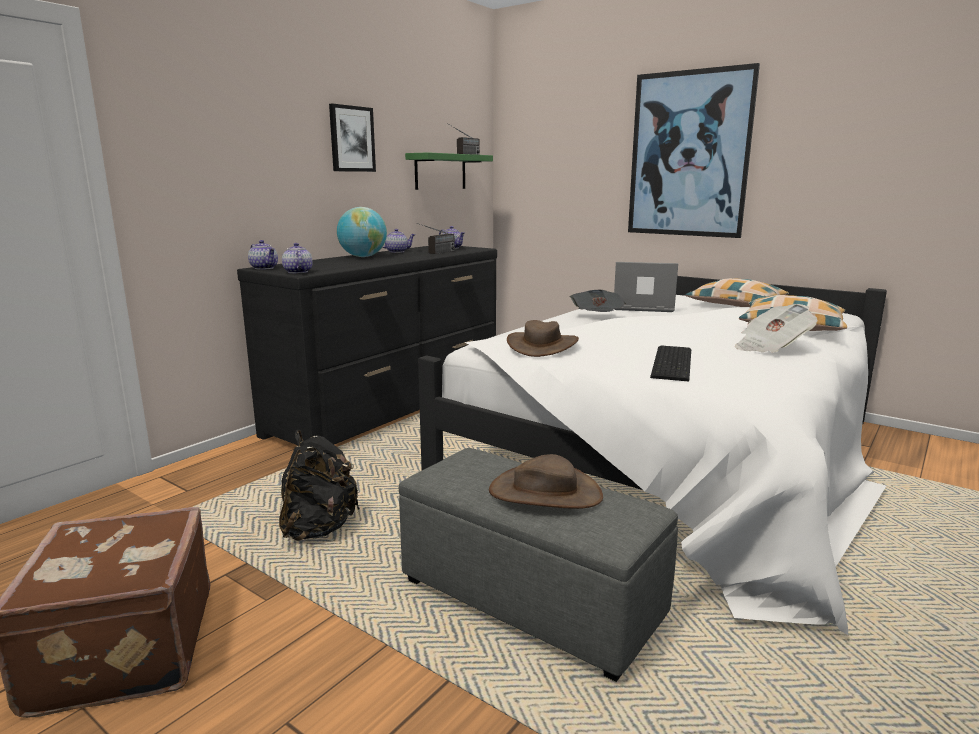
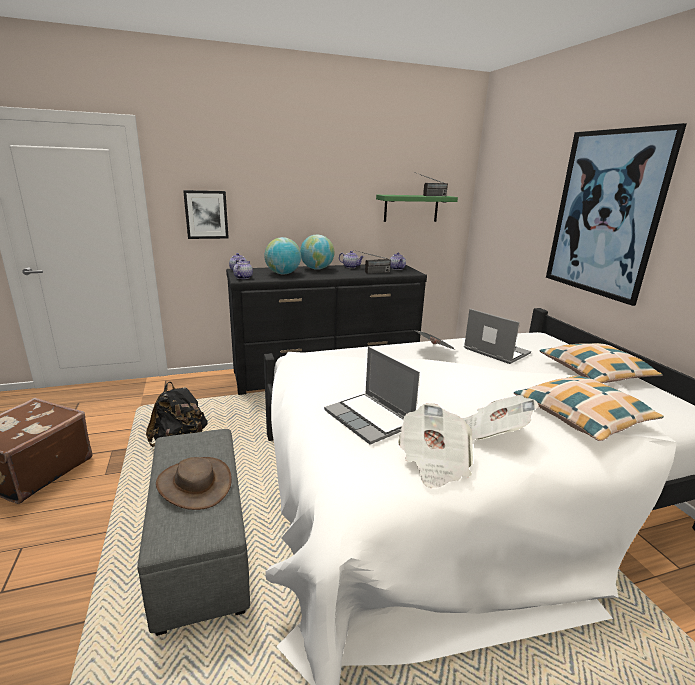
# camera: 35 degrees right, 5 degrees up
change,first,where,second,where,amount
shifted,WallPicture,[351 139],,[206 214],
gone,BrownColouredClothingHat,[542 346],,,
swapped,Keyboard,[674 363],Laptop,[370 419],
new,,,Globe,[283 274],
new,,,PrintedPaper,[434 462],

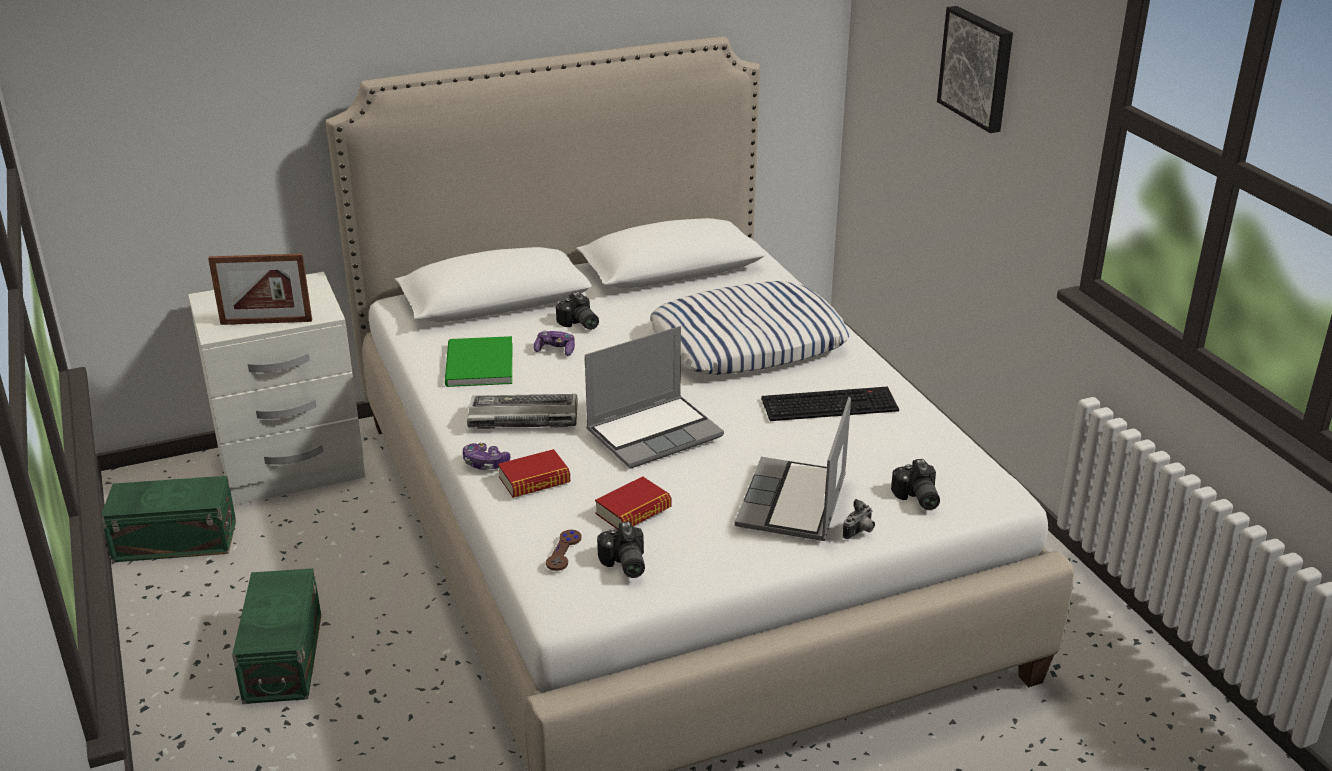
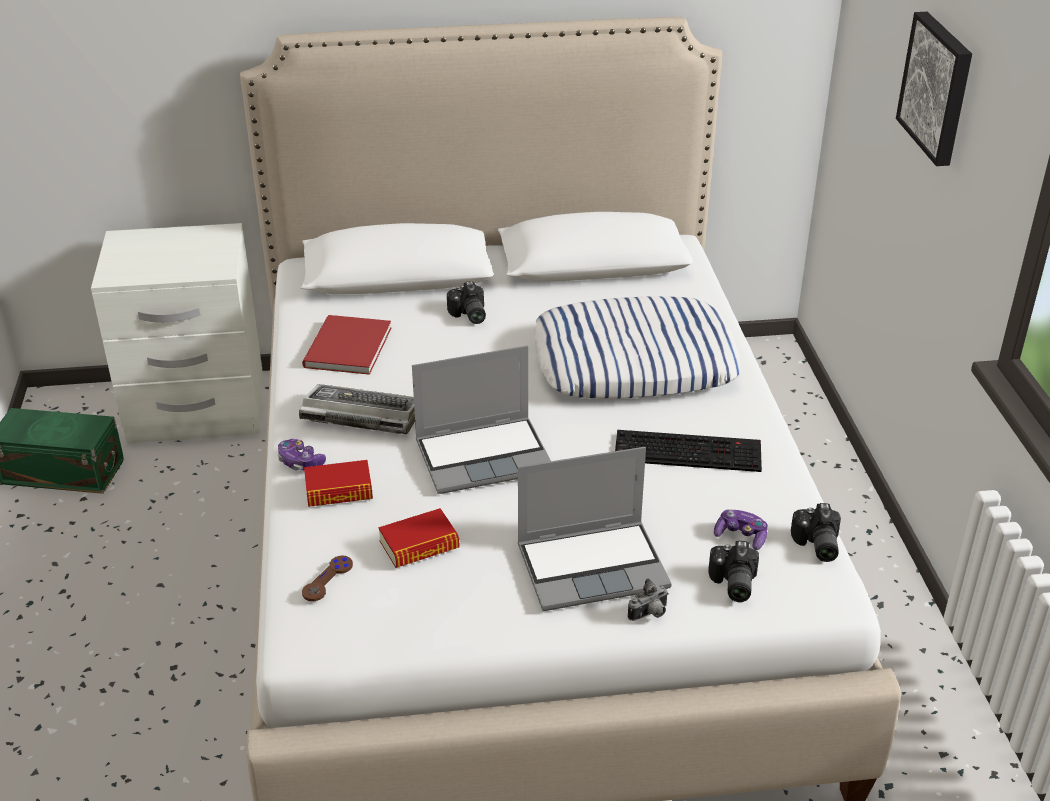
# camera: 15 degrees right, 5 degrees up
change,first,where,second,where,amount
gone,StandingFrame,[266 322],,,
shifted,GameController,[555 350],,[741 536],
repainted,GreenColouredBook,[477 366],RedColouredBook,[345 348],
rotated,Laptop,[793 503],,[593 566],135 degrees counterclockwise
shifted,StillCamera,[623 564],,[815 545],
gone,GreenColouredStorageContainer,[281 659],,,

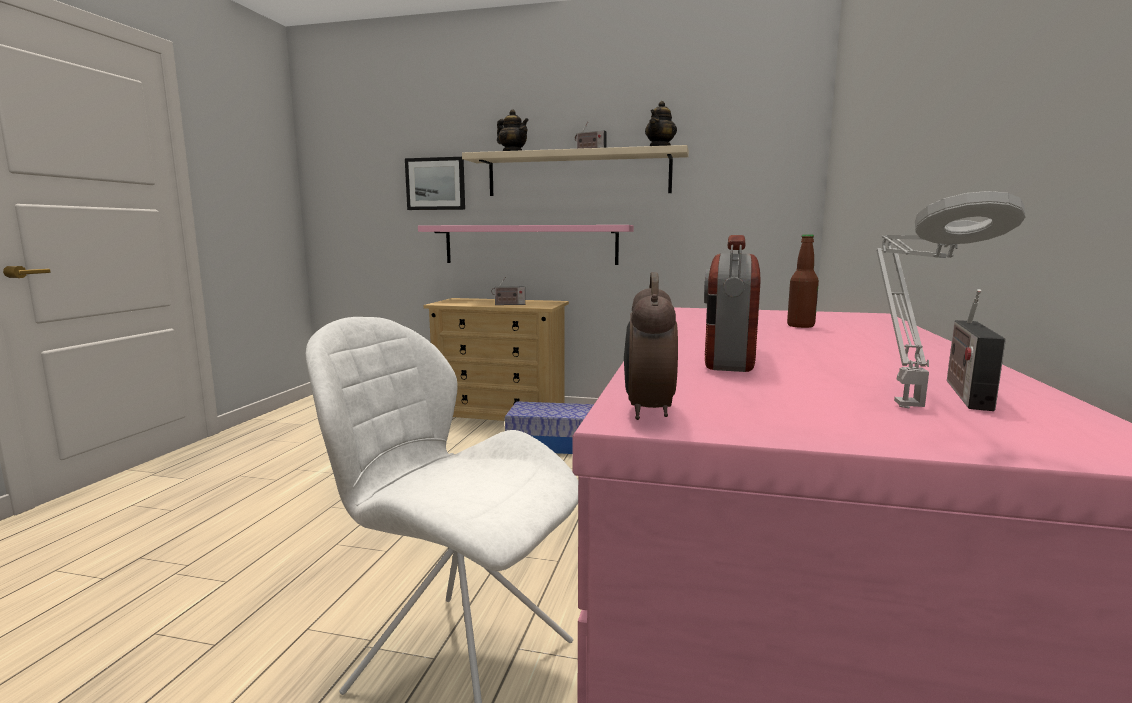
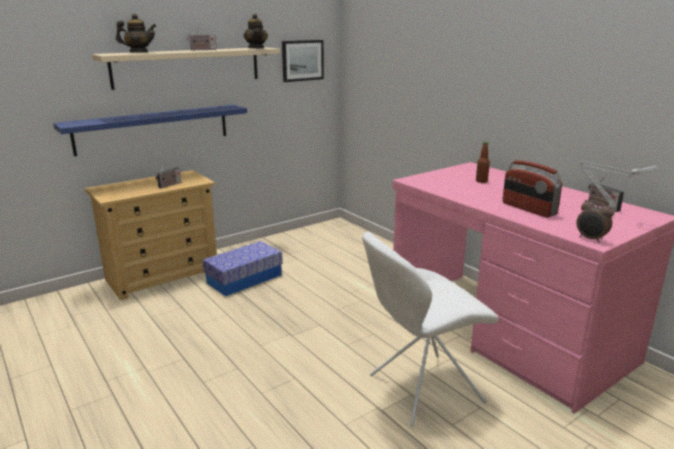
# camera: 50 degrees left, 10 degrees up
change,first,where,second,where,amount
shifted,WallPicture,[435 184],,[302 60],
repainted,PinkishShelf,[529 244],BluishShelf,[153 129],

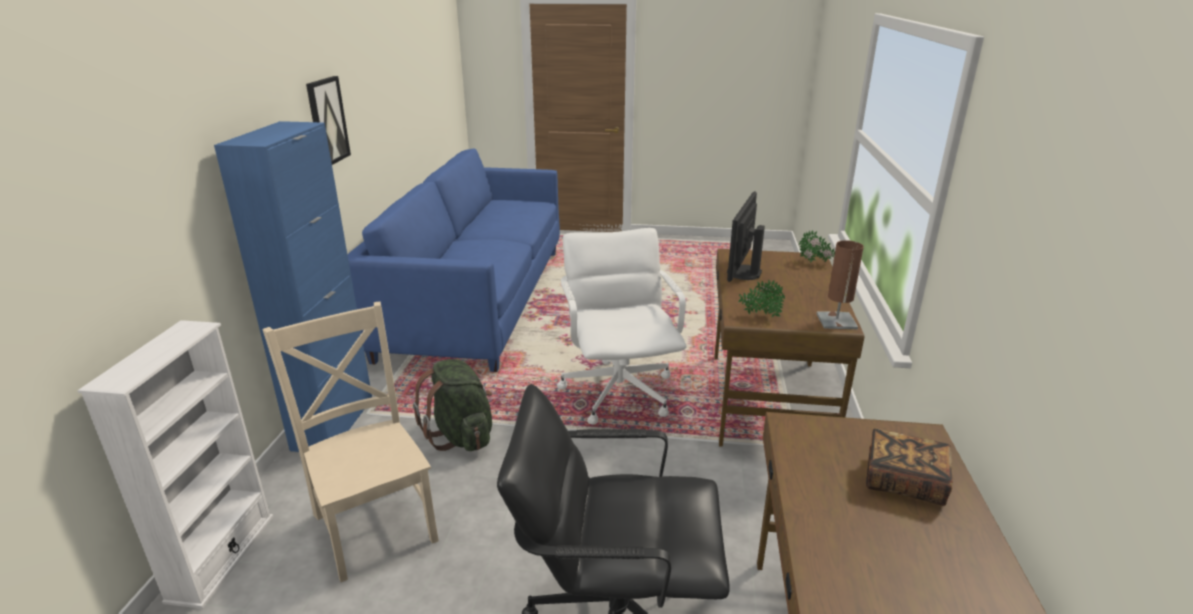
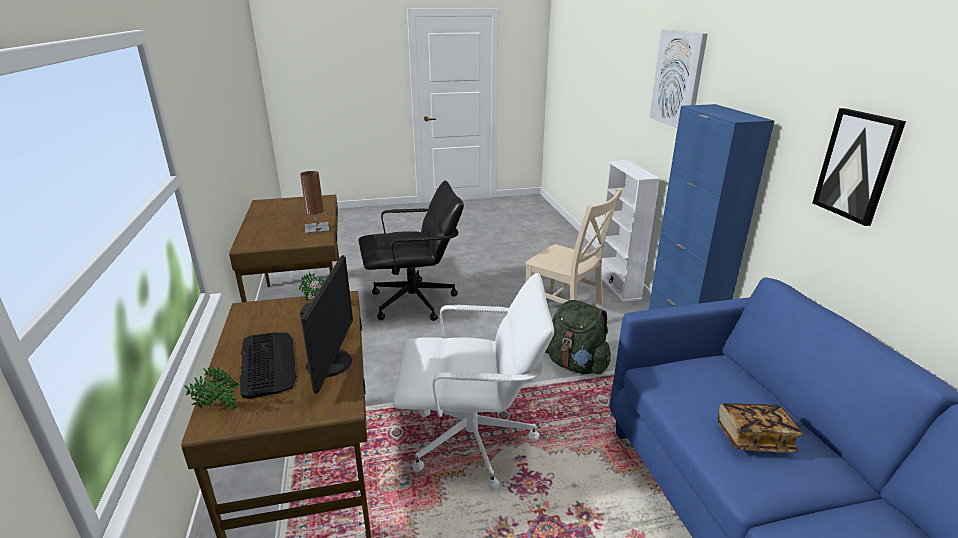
# camera: 160 degrees right, 0 degrees up
change,first,where,second,where,amount
rotated,WhiteDeskChair,[619 392],,[473 442],60 degrees counterclockwise
shifted,BrownColouredLampForATable,[836 321],,[317 228],
shifted,Book,[904 482],,[754 438],
new,,,WallPicture,[678 79],
new,,,Keyboard,[267 363],

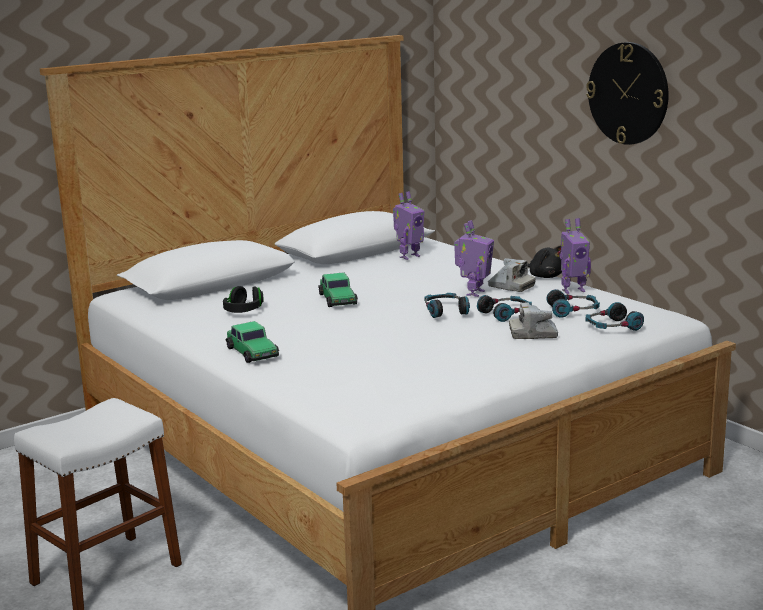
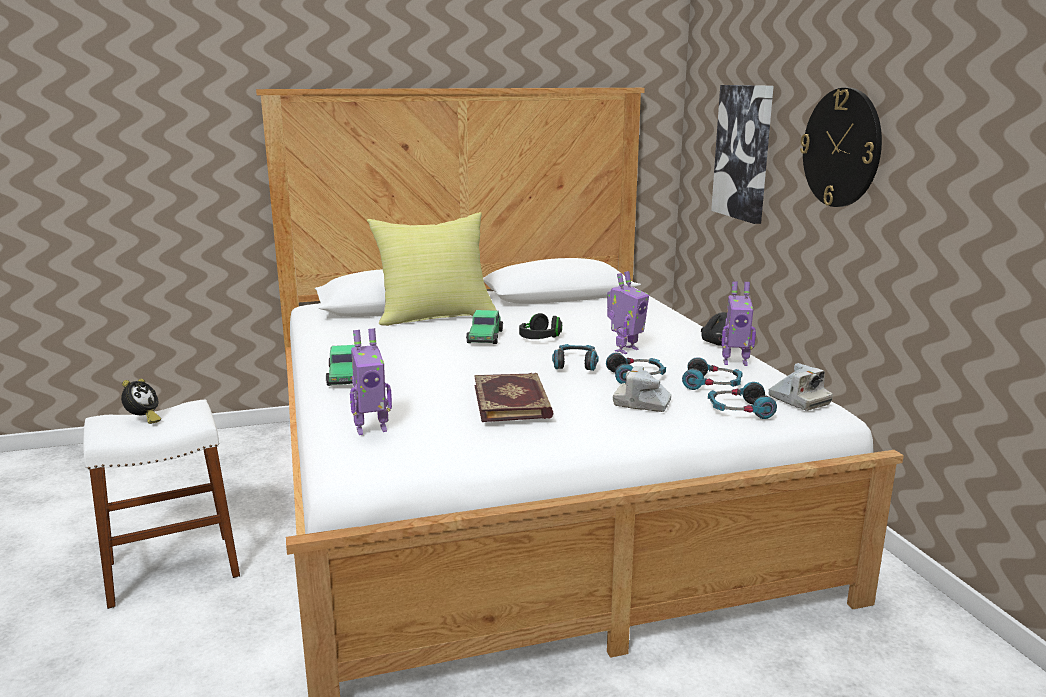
# camera: 20 degrees right, 0 degrees up
change,first,where,second,where,amount
shifted,RobotFigure,[409 256],,[371 429],
shifted,StillCamera,[511 286],,[798 400],
shifted,BlackPairOfHeadphones,[243 311],,[540 338],
new,,,WallPicture,[744 152],
new,,,YellowishThrowPillow,[435 316],
new,,,Book,[513 401],
new,,,AlarmClock,[143 420],

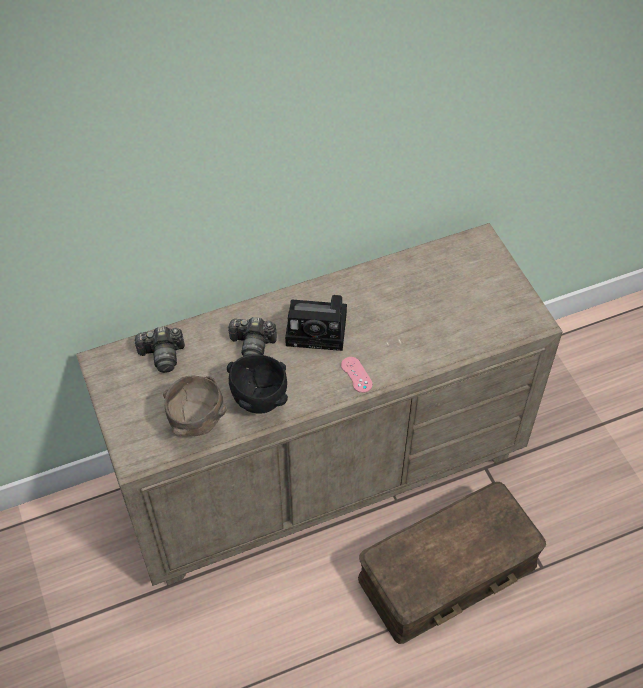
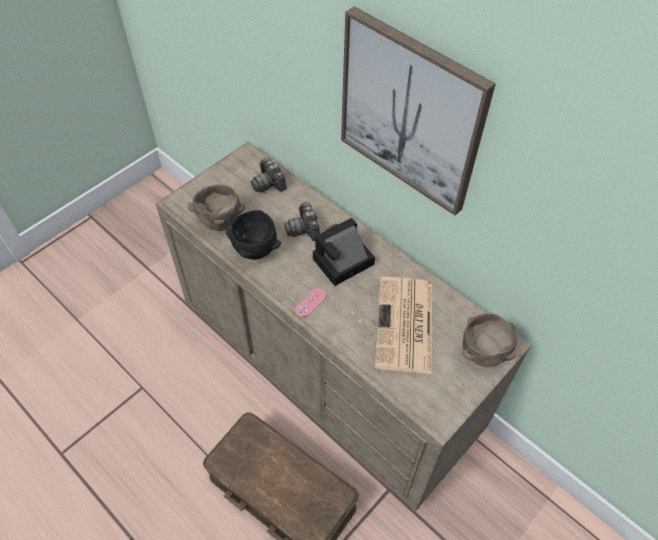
# camera: 65 degrees right, 0 degrees up
change,first,where,second,where,amount
rotated,StillCamera,[319 329],,[341 263],75 degrees clockwise
new,,,WallPicture,[410 113],
new,,,PrintedPaper,[405 326],
new,,,BrownColouredBowl,[482 354],

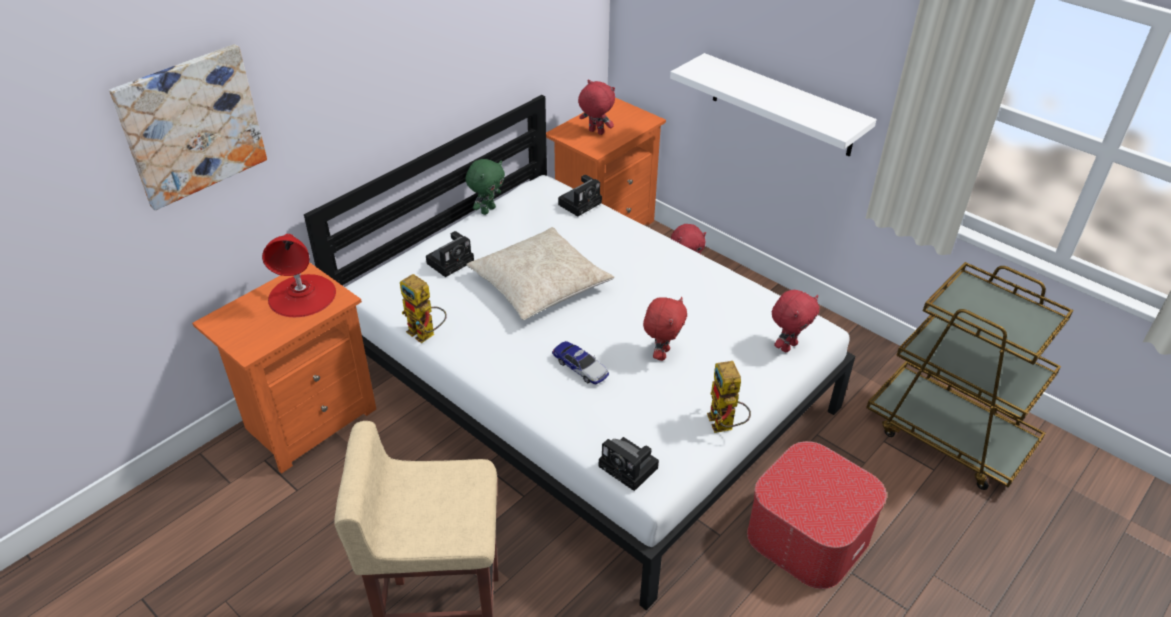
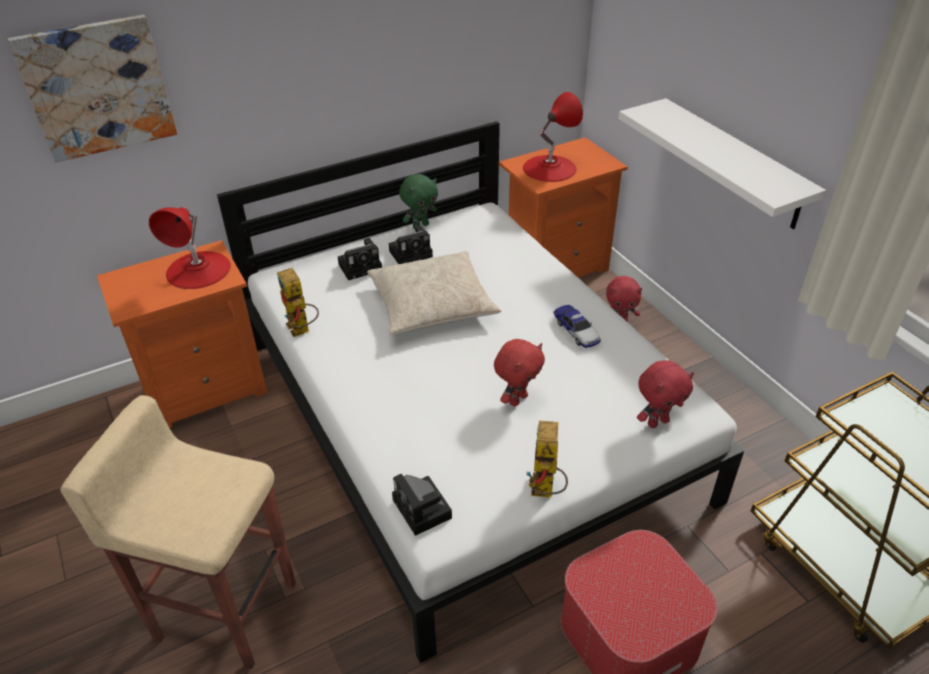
# camera: 20 degrees right, 0 degrees up
change,first,where,second,where,amount
swapped,RedColouredSoftToy,[595 132],RedColouredLampForATable,[549 168],
shifted,StillCamera,[581 203],,[412 253],
shifted,MiniatureCar,[580 367],,[576 331],

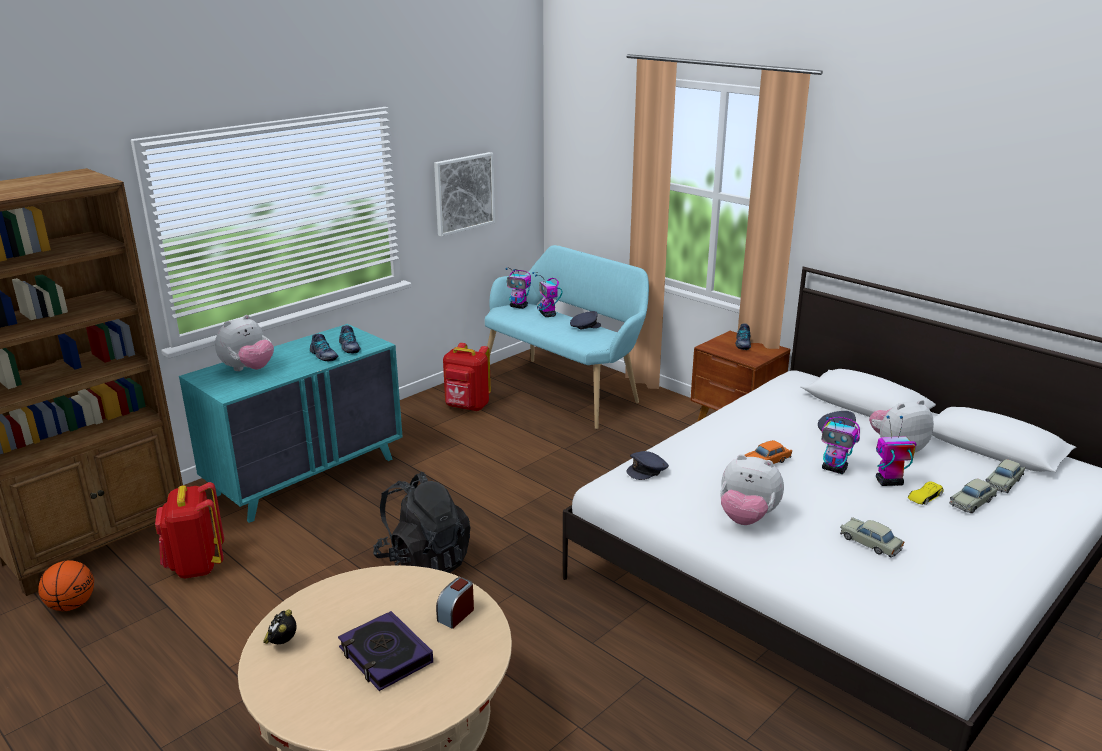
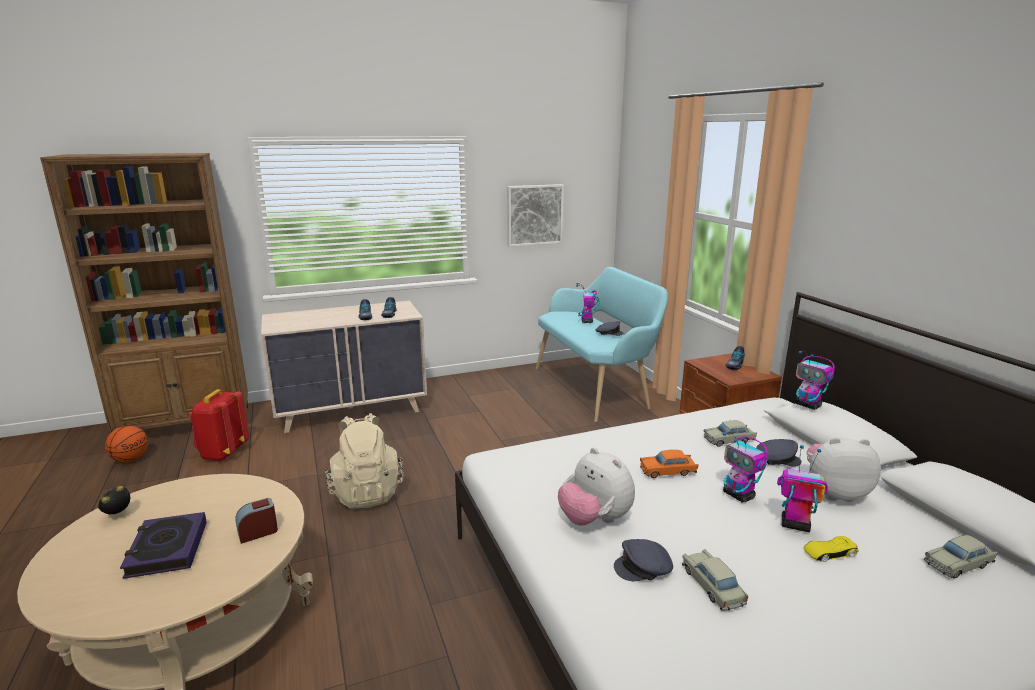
# camera: 25 degrees right, 5 degrees down
change,first,where,second,where,amount
shifted,RobotFigure,[519 306],,[808 405],
gone,SoftToy,[248 369],,,
repainted,TurquoiseColouredDresser,[307 476],BeigeDresser,[352 410],
gone,RedColouredRucksack,[467 407],,,
shifted,GreyishBaseballCap,[647 470],,[644 568],
repainted,BlackRucksack,[424 562],BeigeRucksack,[366 492],
shifted,BeigeMiniatureCar,[972 502],,[729 440],

